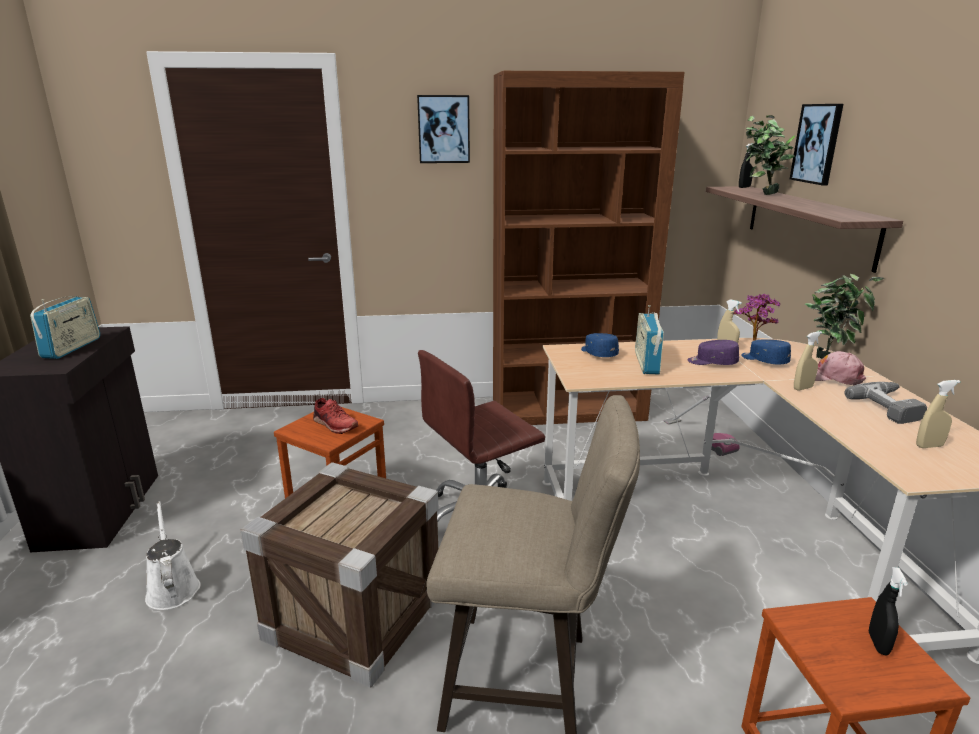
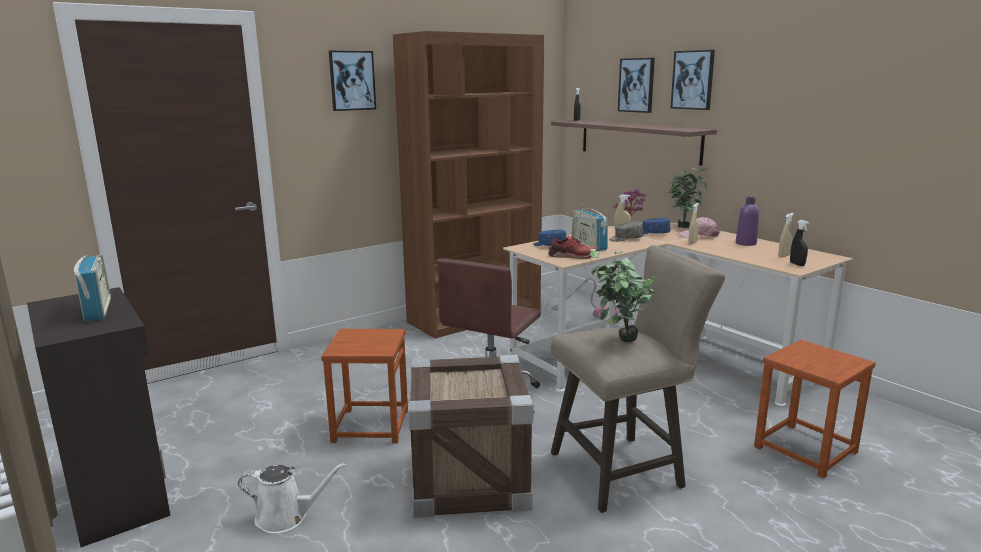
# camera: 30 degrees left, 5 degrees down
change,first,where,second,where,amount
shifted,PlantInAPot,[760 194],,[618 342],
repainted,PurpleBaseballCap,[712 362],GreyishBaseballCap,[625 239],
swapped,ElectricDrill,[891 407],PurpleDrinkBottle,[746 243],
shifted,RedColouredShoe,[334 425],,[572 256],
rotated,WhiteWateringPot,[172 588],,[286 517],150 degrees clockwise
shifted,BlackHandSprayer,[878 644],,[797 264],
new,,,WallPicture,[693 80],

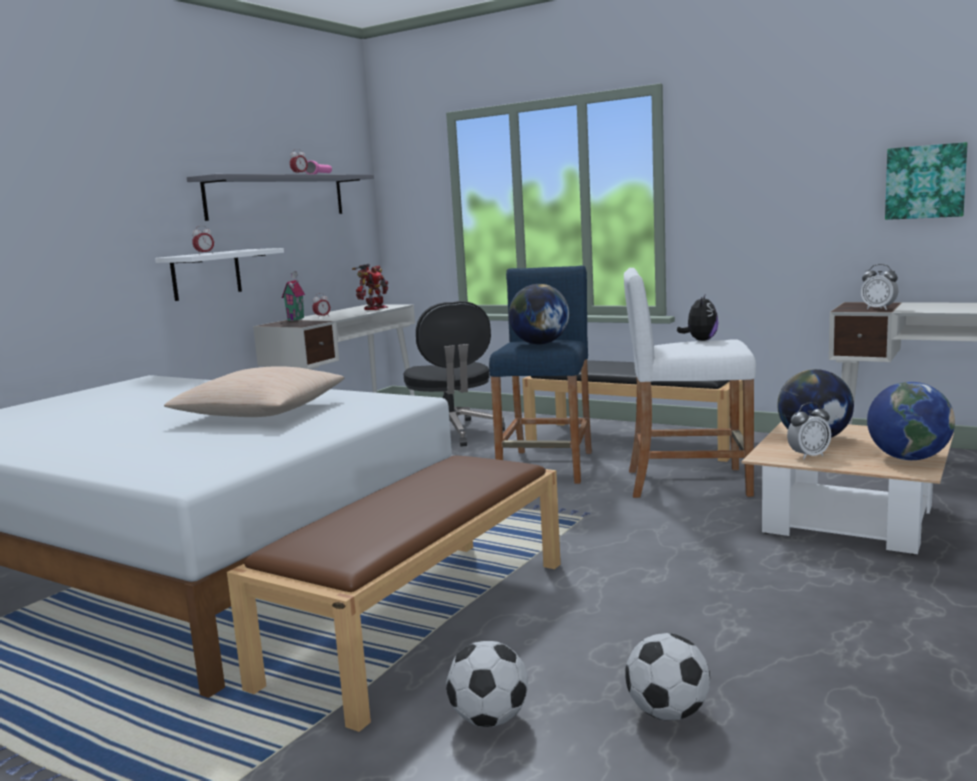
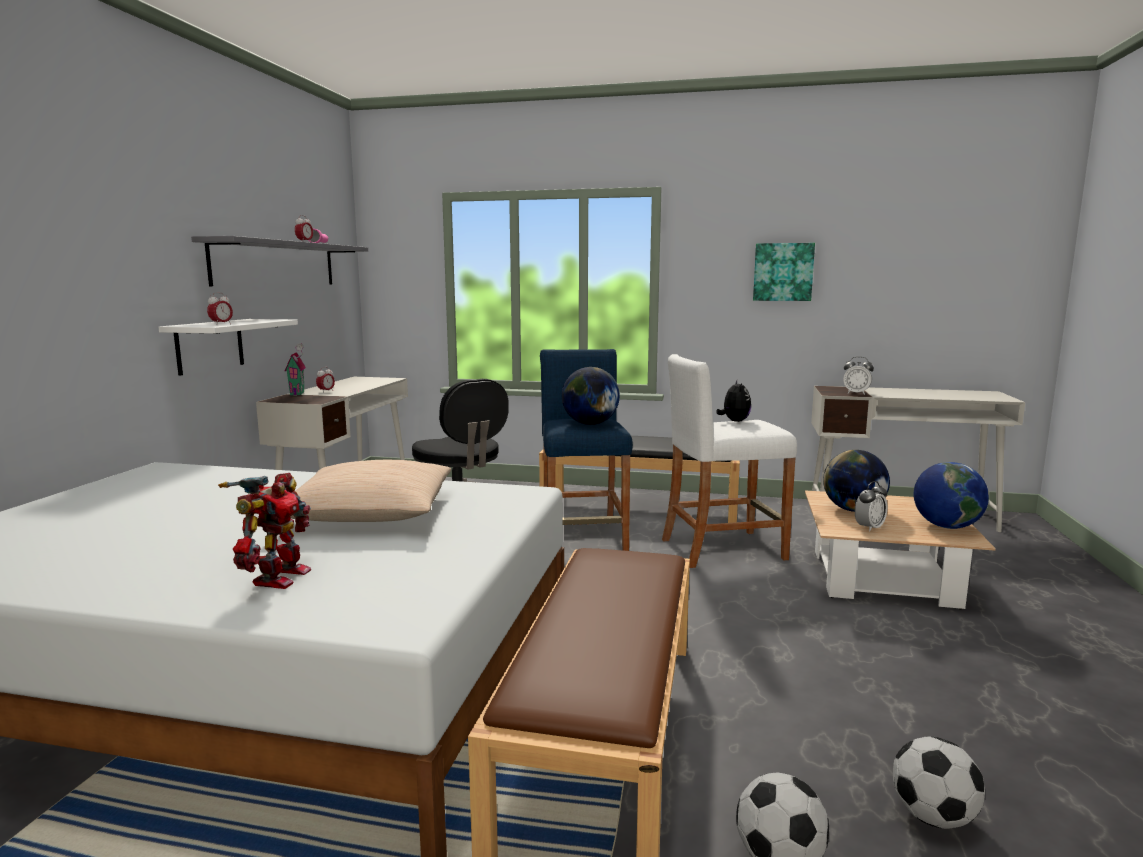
# camera: 20 degrees left, 0 degrees up
change,first,where,second,where,amount
shifted,WallPicture,[925 182],,[783 272],
shifted,RobotFigure,[374 308],,[278 577],

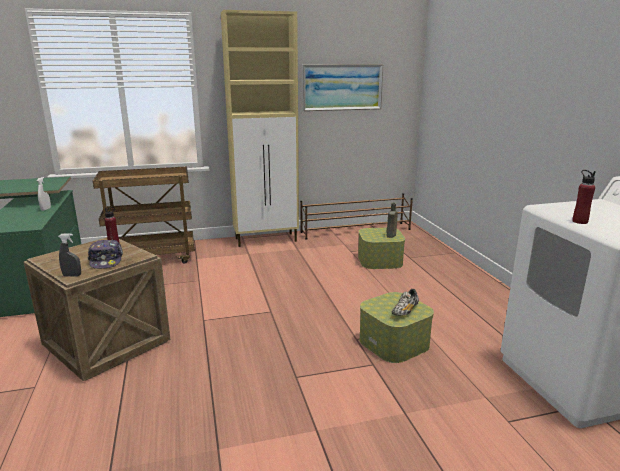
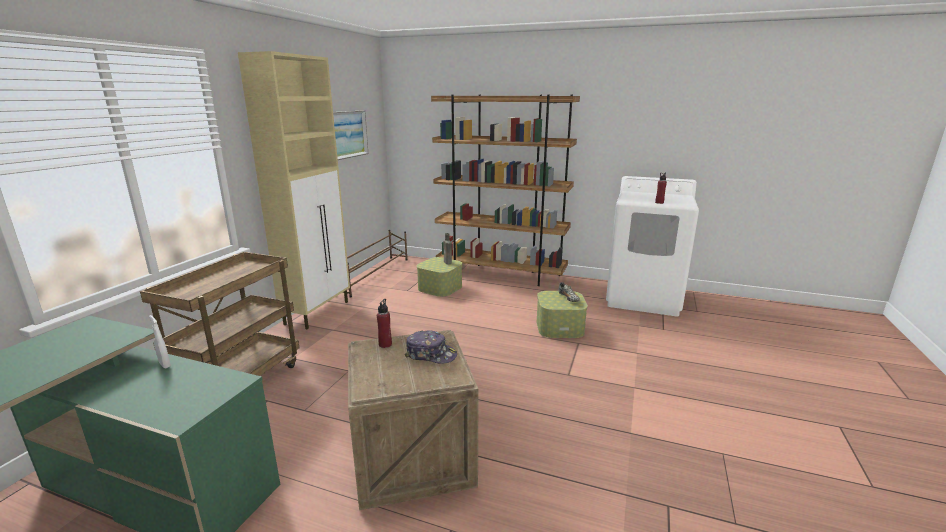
# camera: 55 degrees left, 0 degrees up
change,first,where,second,where,amount
gone,GreyishHandSprayer,[72 275],,,
new,,,BrownColouredBookcase,[501 274],

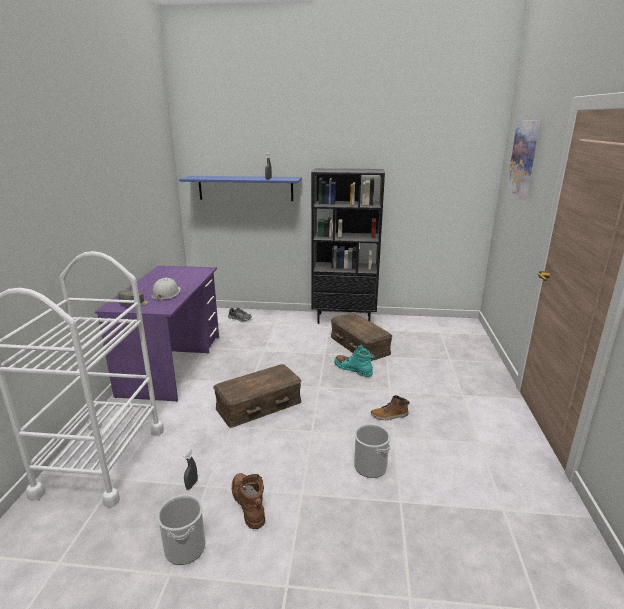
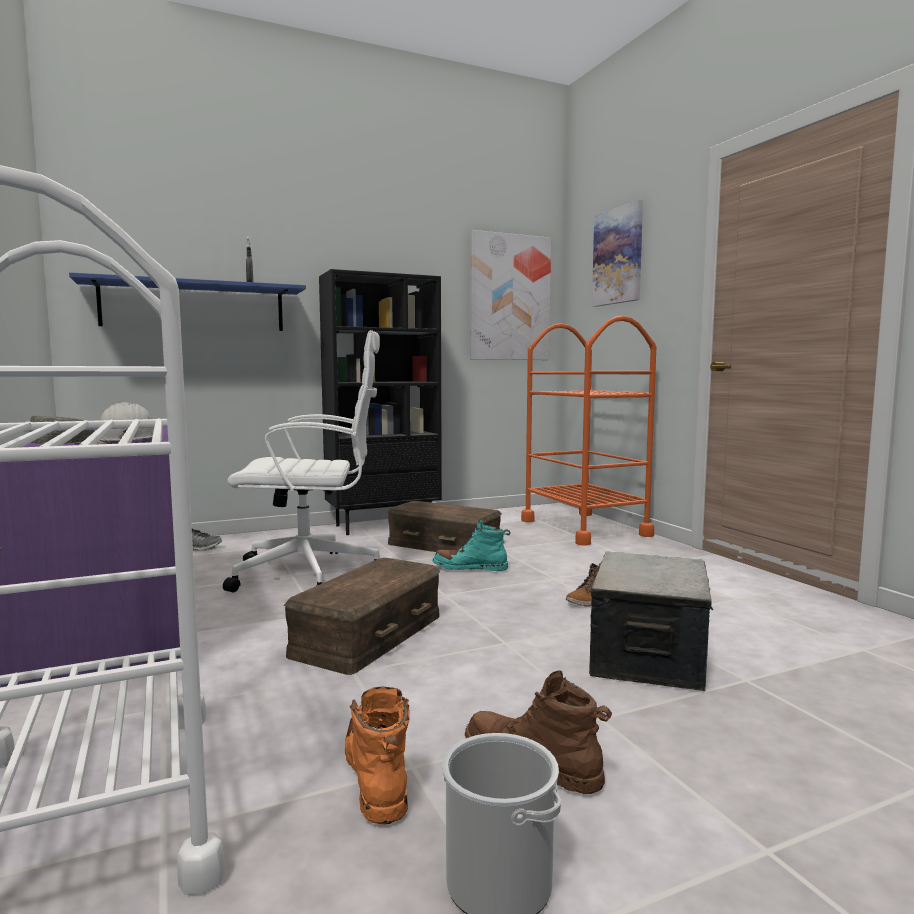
# camera: 30 degrees left, 15 degrees down
change,first,where,second,where,amount
swapped,Pail,[370 466],StorageContainer,[649 656],
swapped,GreyishHandSprayer,[191 484],OrangeyBoot,[377 776],
new,,,WallPicture,[509 298],
new,,,OrangeyCart,[584 528],
new,,,WhiteDeskChair,[312 574],

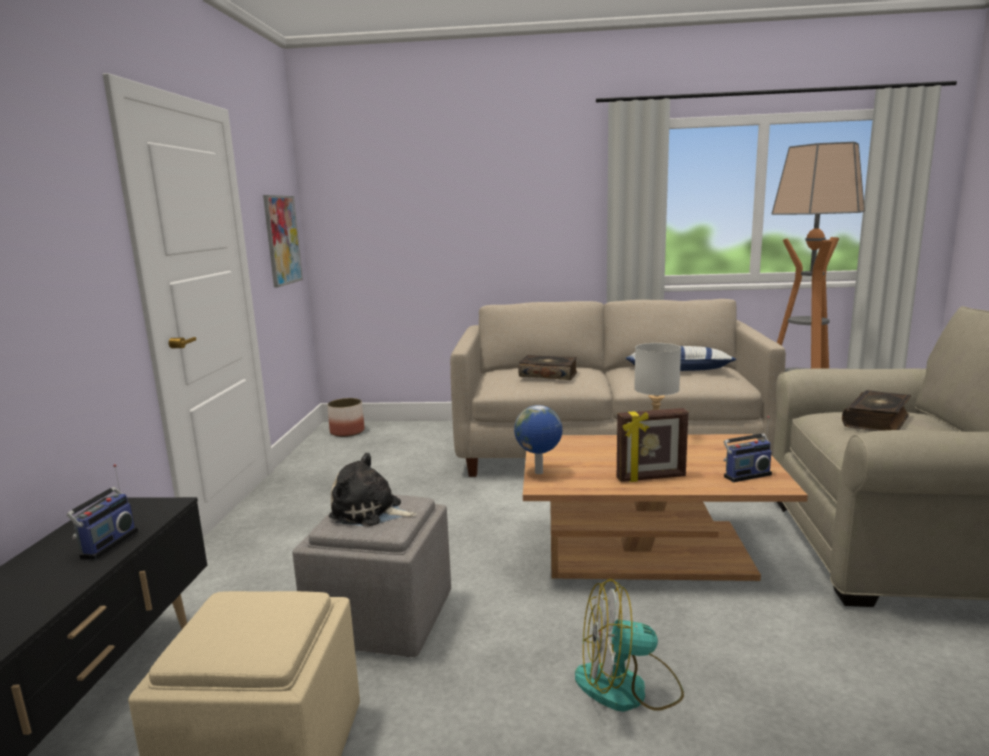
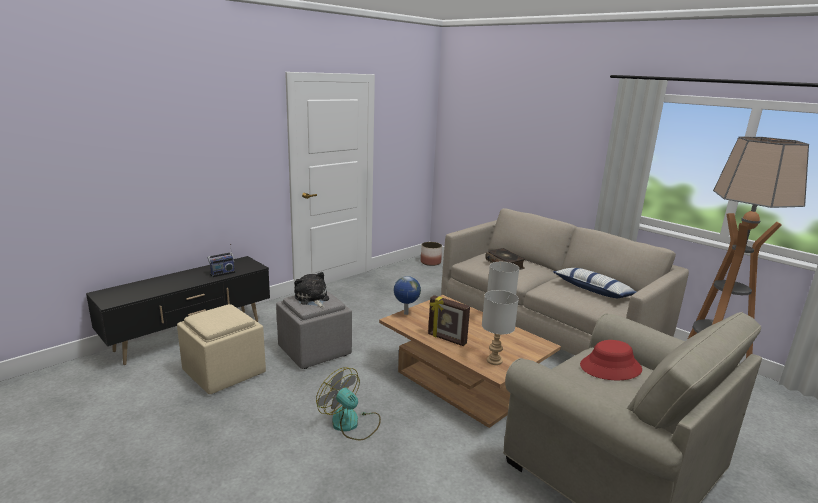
# camera: 40 degrees right, 5 degrees up
change,first,where,second,where,amount
gone,WallPicture,[282 240],,,
swapped,Book,[877 421],RedColouredClothingHat,[610 368],
swapped,RadioReceiver,[745 475],GreyishLampForATable,[495 361],

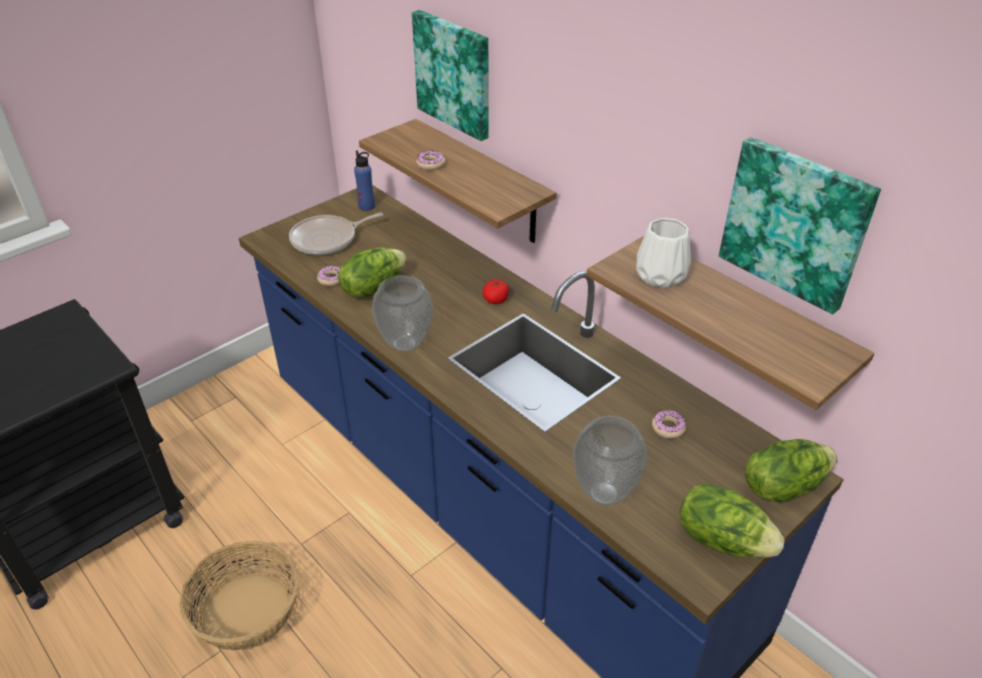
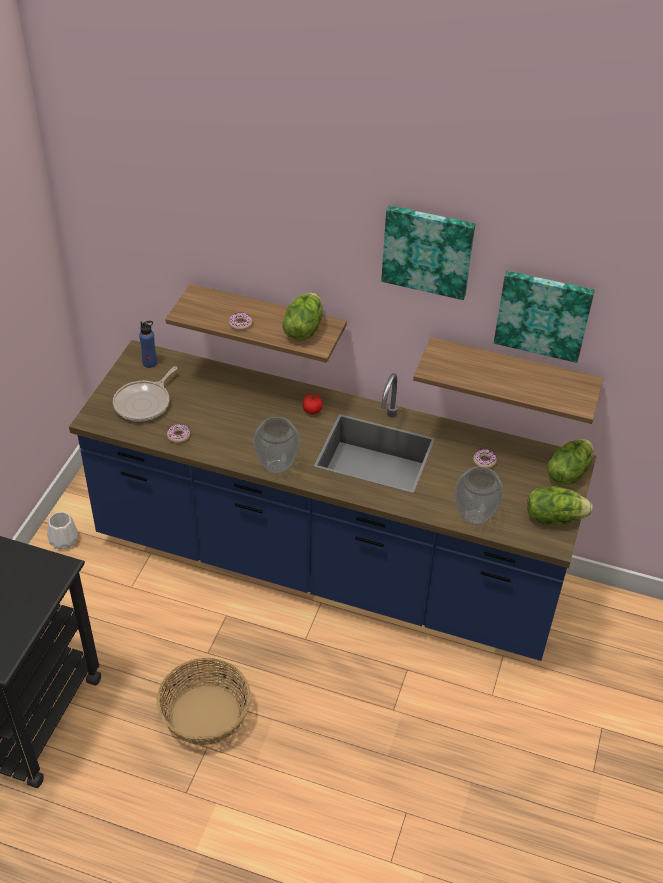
# camera: 30 degrees left, 5 degrees up
change,first,where,second,where,amount
shifted,WallPicture,[454 74],,[428 250],
shifted,WhiteFlowerVase,[660 277],,[64 541],
shifted,HeadOfLettuce,[373 288],,[303 329],

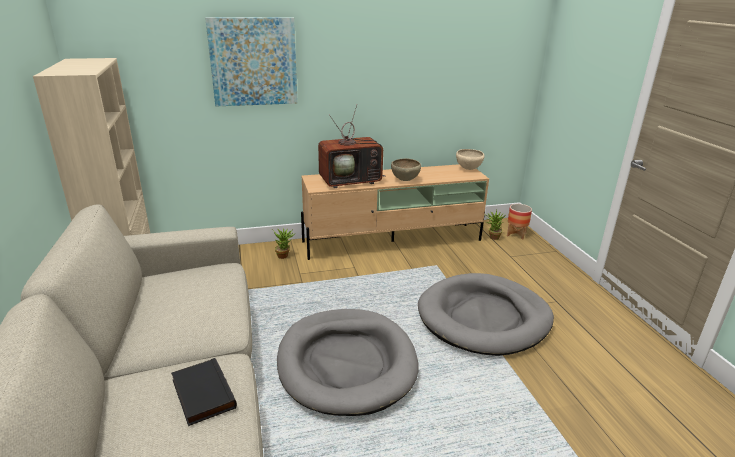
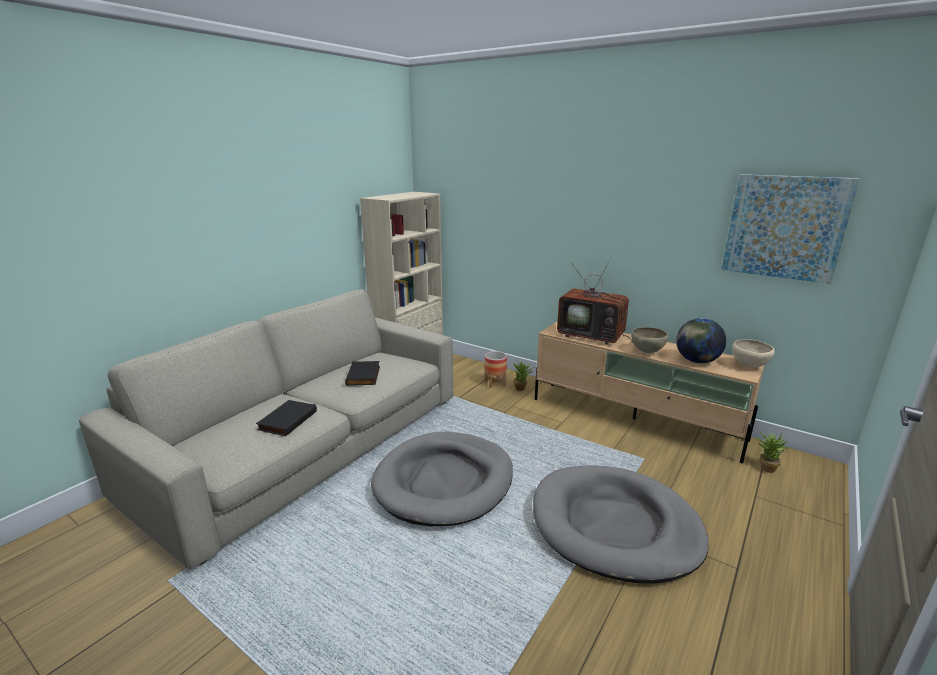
# camera: 50 degrees right, 5 degrees down
change,first,where,second,where,amount
shifted,WallPicture,[253 62],,[785 227],
shifted,Planter,[516 234],,[495 383],
new,,,Globe,[696 361],
new,,,BlackBook,[364 376],

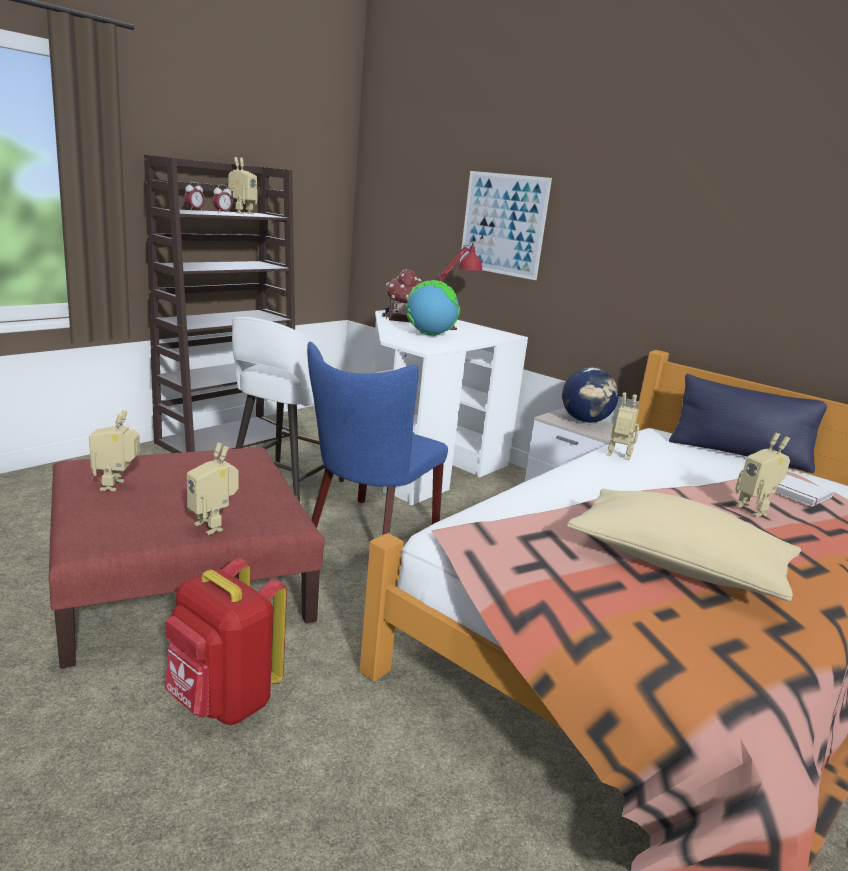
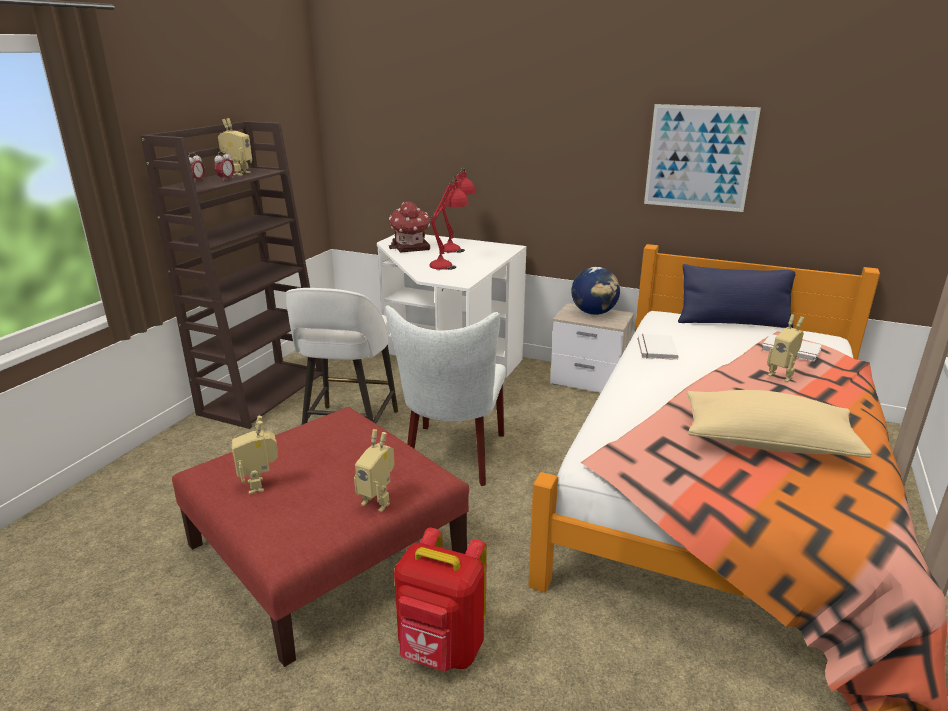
# camera: 15 degrees left, 5 degrees up
change,first,where,second,where,amount
shifted,WallPicture,[503 224],,[699 158],
swapped,Globe,[429 335],RedColouredLampForATable,[449 263],
repainted,BluishPlainChair,[368 534],WhitePlainChair,[453 458],
swapped,RobotFigure,[618 457],WhiteBook,[655 348],

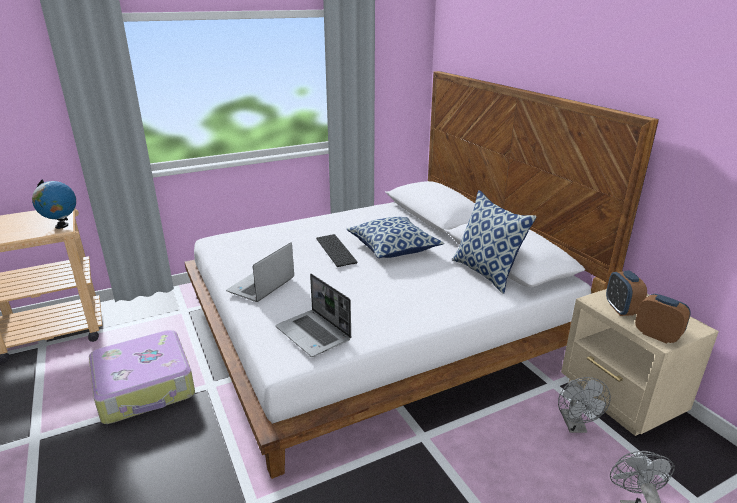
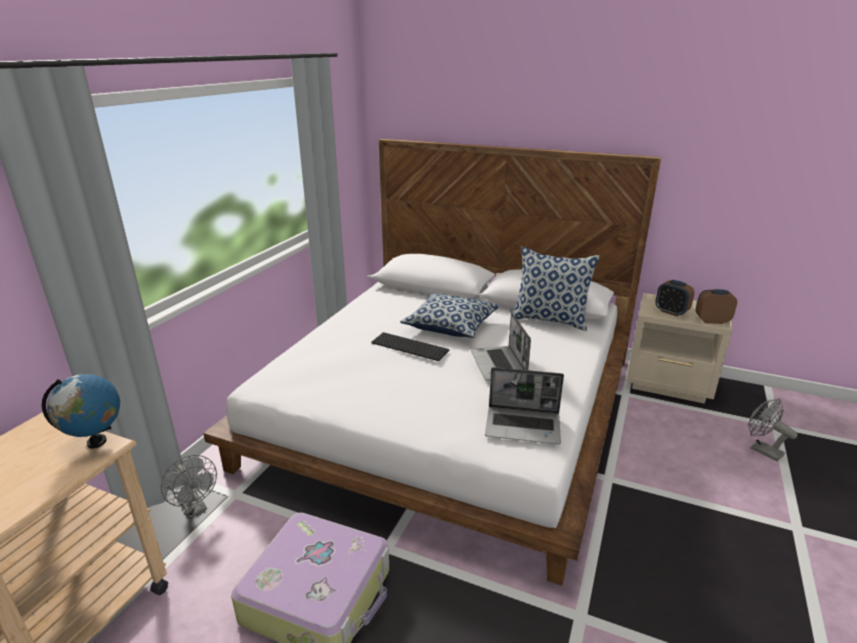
# camera: 40 degrees left, 0 degrees up
change,first,where,second,where,amount
shifted,Laptop,[261 286],,[499 365],
shifted,GreyishCoolingFan,[575 426],,[195 508],

